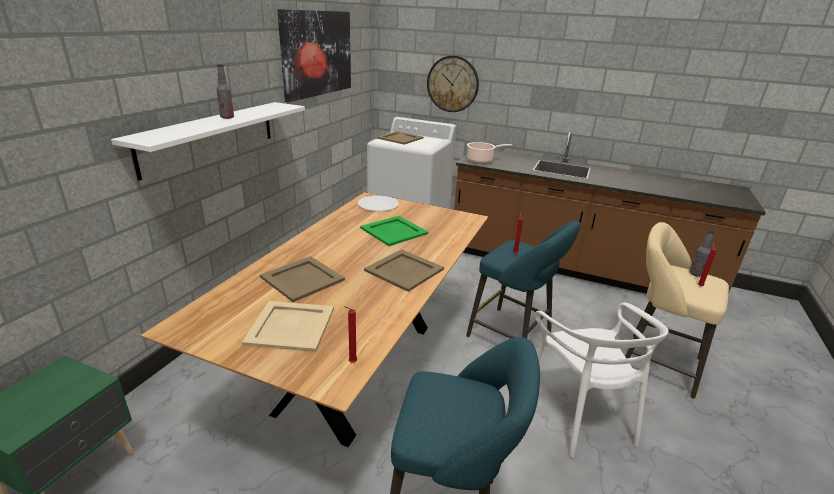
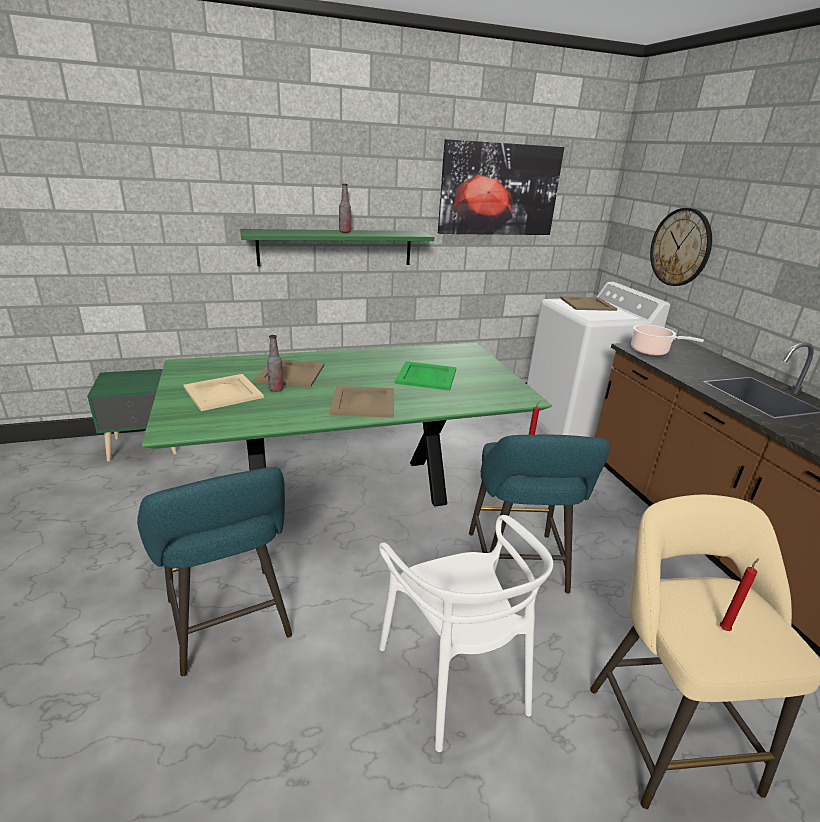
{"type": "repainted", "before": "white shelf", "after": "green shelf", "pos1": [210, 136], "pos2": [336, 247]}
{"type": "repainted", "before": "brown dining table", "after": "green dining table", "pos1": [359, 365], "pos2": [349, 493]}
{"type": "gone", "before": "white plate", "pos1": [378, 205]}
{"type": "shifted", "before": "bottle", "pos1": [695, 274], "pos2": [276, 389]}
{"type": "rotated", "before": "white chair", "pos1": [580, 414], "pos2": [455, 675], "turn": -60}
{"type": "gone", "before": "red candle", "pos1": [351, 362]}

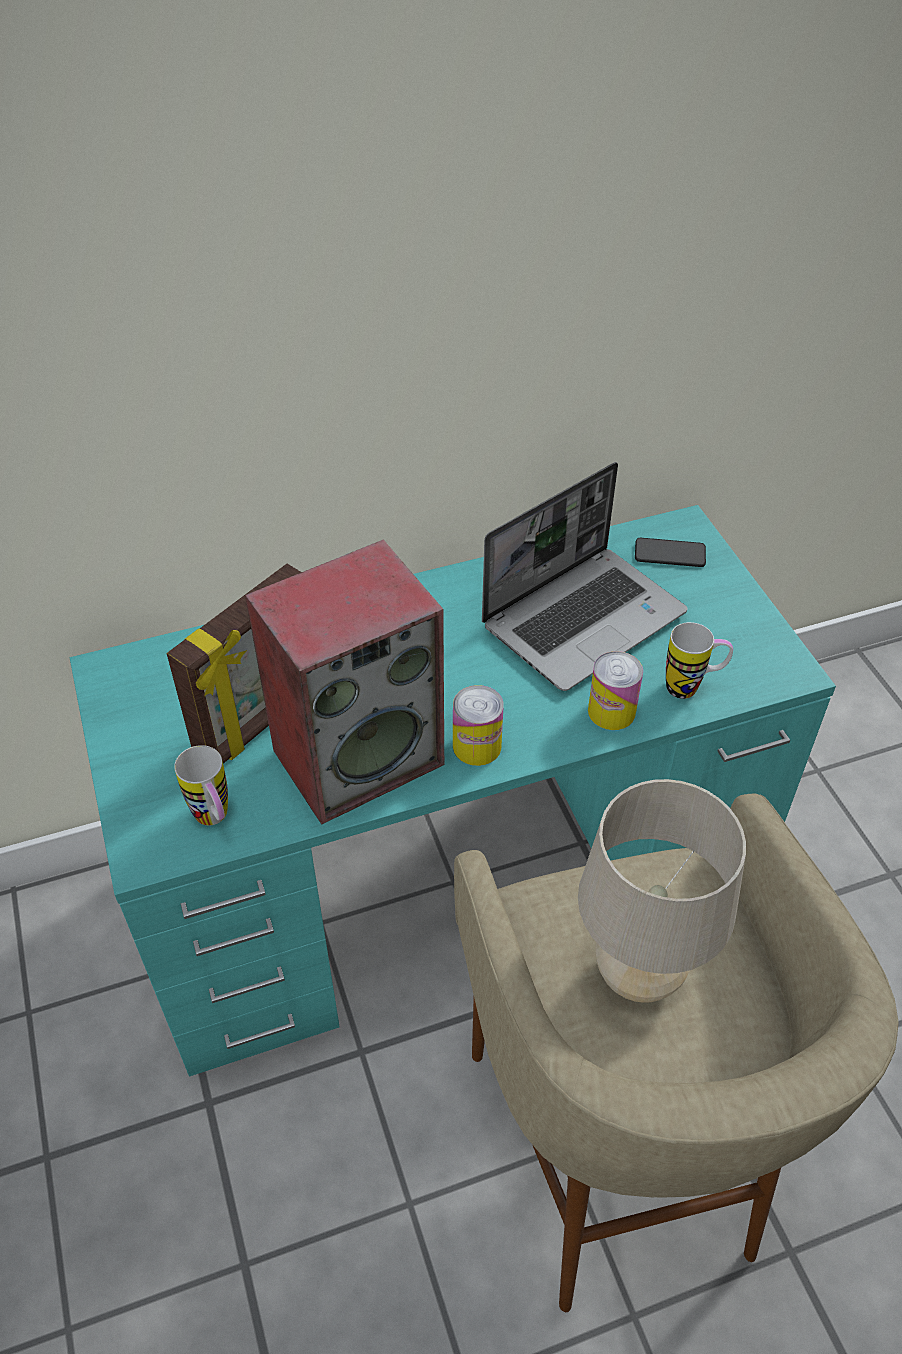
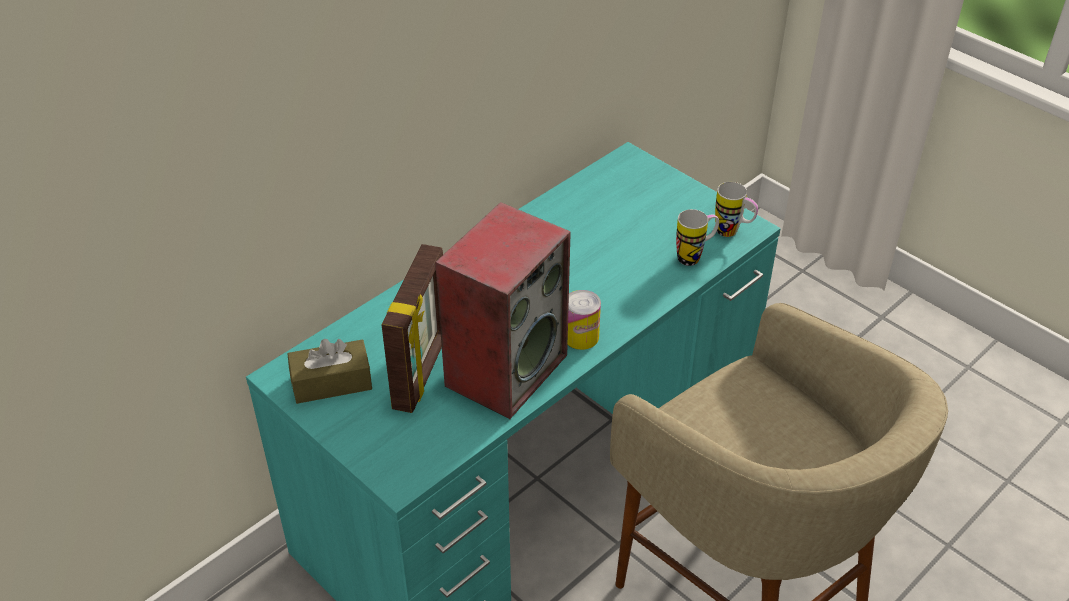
{"type": "gone", "before": "laptop", "pos1": [584, 618]}
{"type": "gone", "before": "phone", "pos1": [670, 554]}
{"type": "gone", "before": "can", "pos1": [611, 711]}
{"type": "shifted", "before": "mug", "pos1": [215, 820], "pos2": [733, 233]}
{"type": "gone", "before": "beige table lamp", "pos1": [638, 973]}
{"type": "new", "after": "brown tissue box", "pos2": [331, 382]}

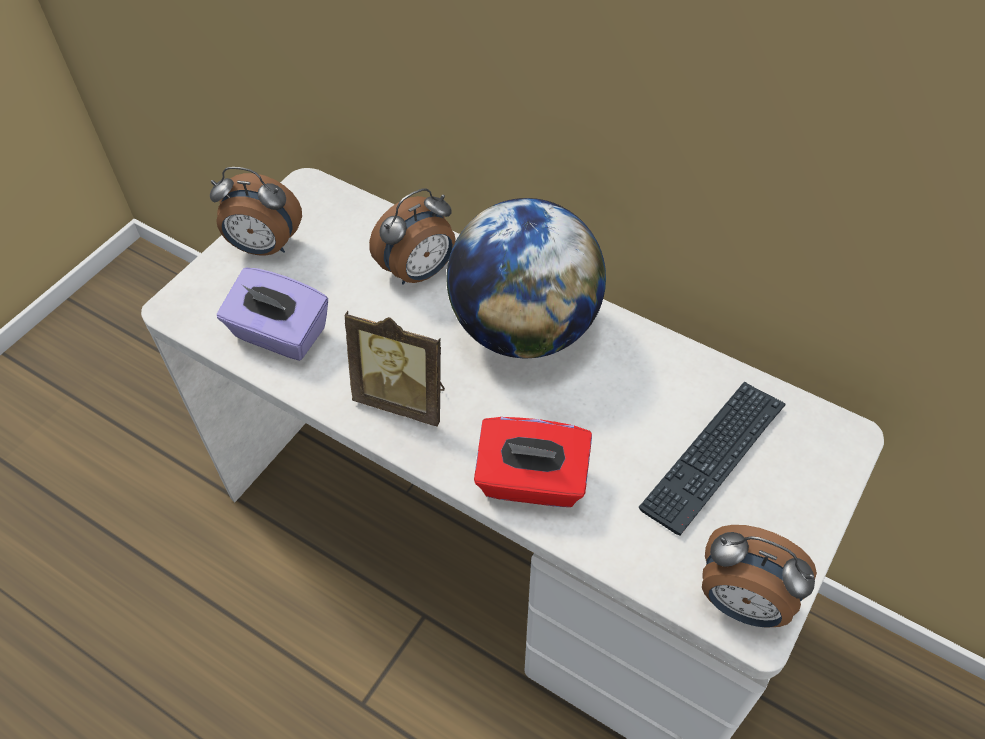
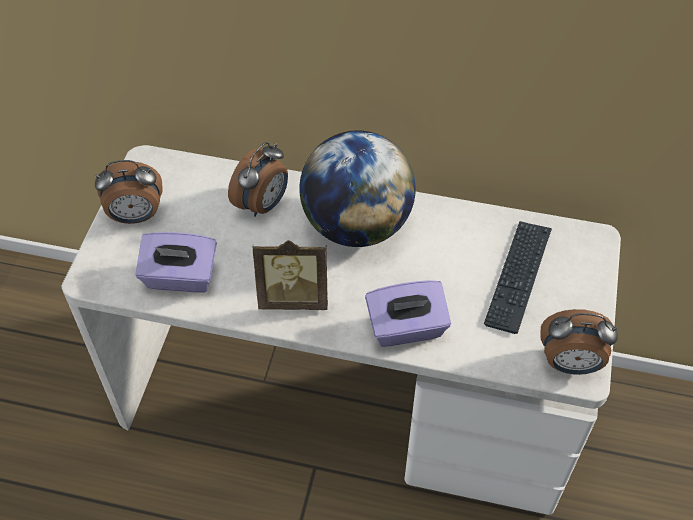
{"type": "repainted", "before": "red tissue box", "after": "purple tissue box", "pos1": [531, 482], "pos2": [406, 328]}

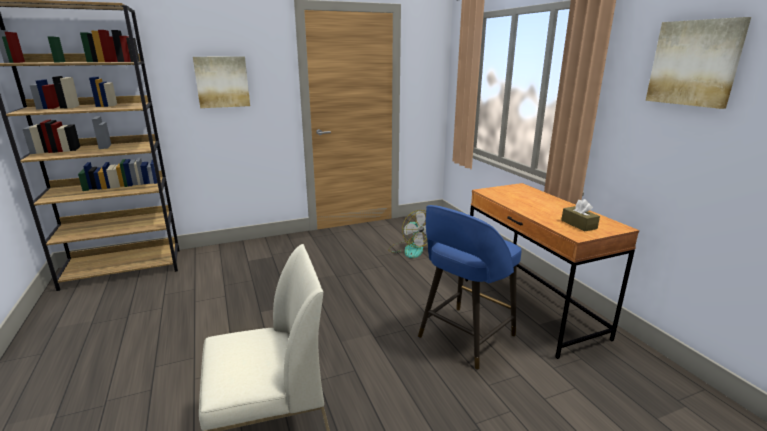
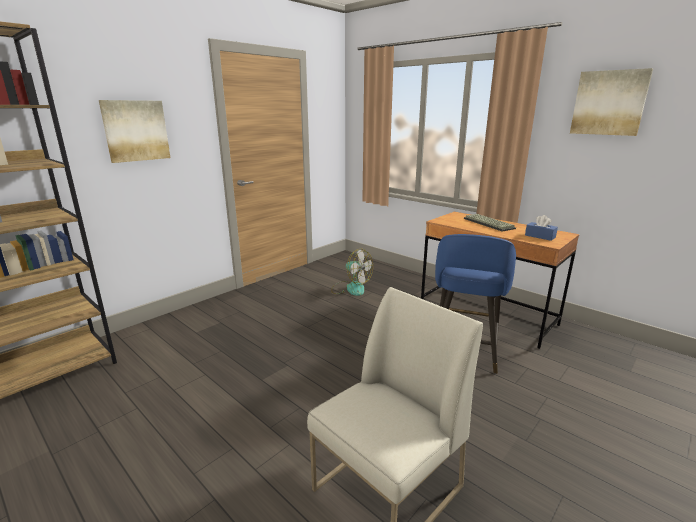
{"type": "repainted", "before": "brown tissue box", "after": "blue tissue box", "pos1": [578, 224], "pos2": [540, 236]}
{"type": "new", "after": "keyboard", "pos2": [489, 223]}

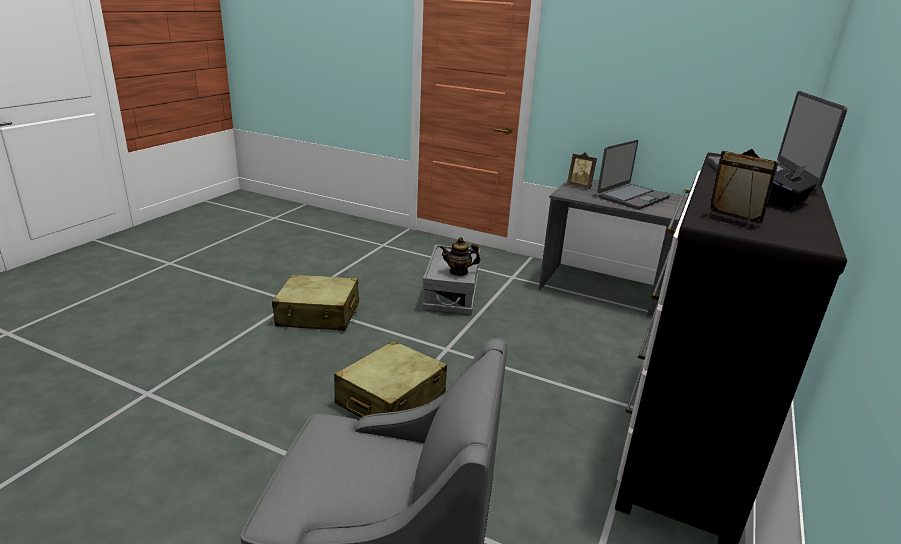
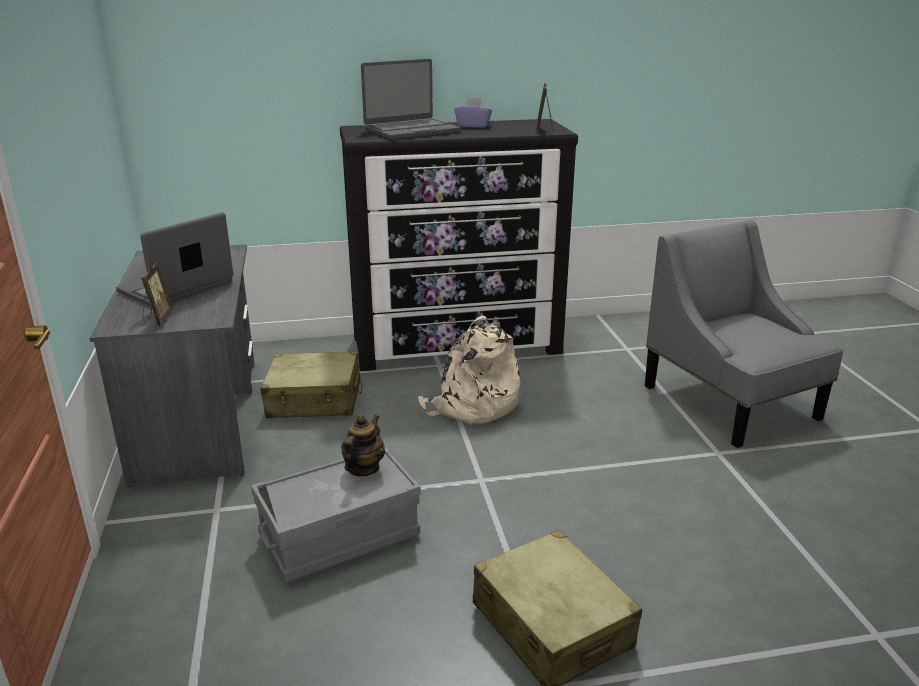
{"type": "rotated", "before": "laptop", "pos1": [632, 197], "pos2": [177, 287], "turn": -60}
{"type": "repainted", "before": "black tissue box", "after": "purple tissue box", "pos1": [785, 203], "pos2": [473, 126]}
{"type": "rotated", "before": "teapot", "pos1": [458, 272], "pos2": [363, 469], "turn": -120}
{"type": "shifted", "before": "beige suitcase", "pos1": [390, 399], "pos2": [314, 400]}
{"type": "new", "after": "beige backpack", "pos2": [472, 406]}

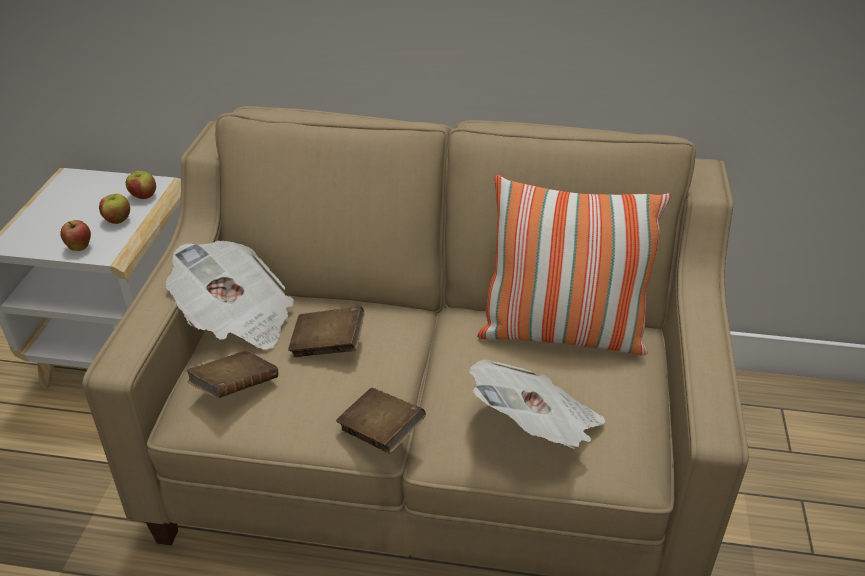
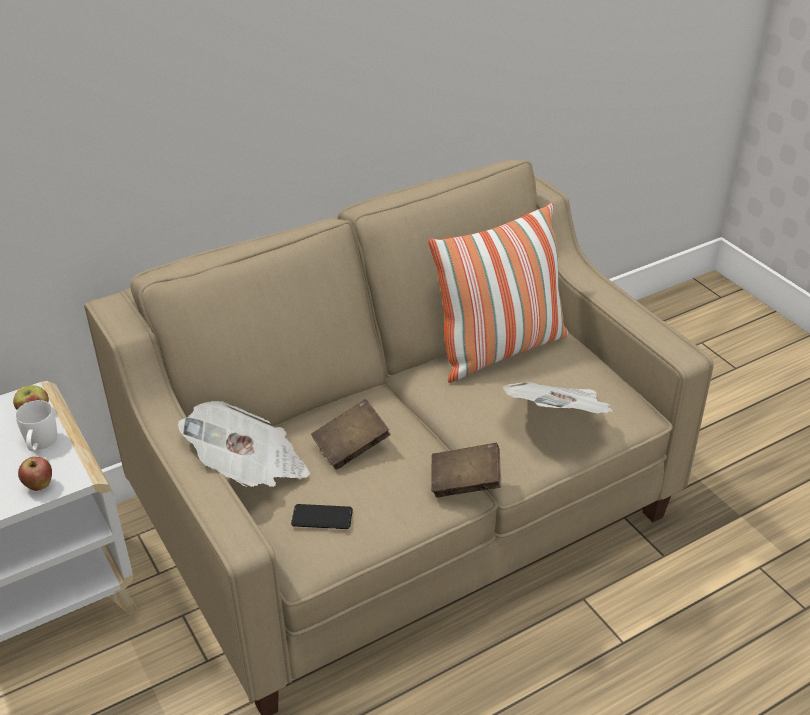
{"type": "swapped", "before": "apple", "after": "white mug", "pos1": [117, 220], "pos2": [40, 444]}
{"type": "swapped", "before": "brown book", "after": "phone", "pos1": [235, 389], "pos2": [322, 517]}

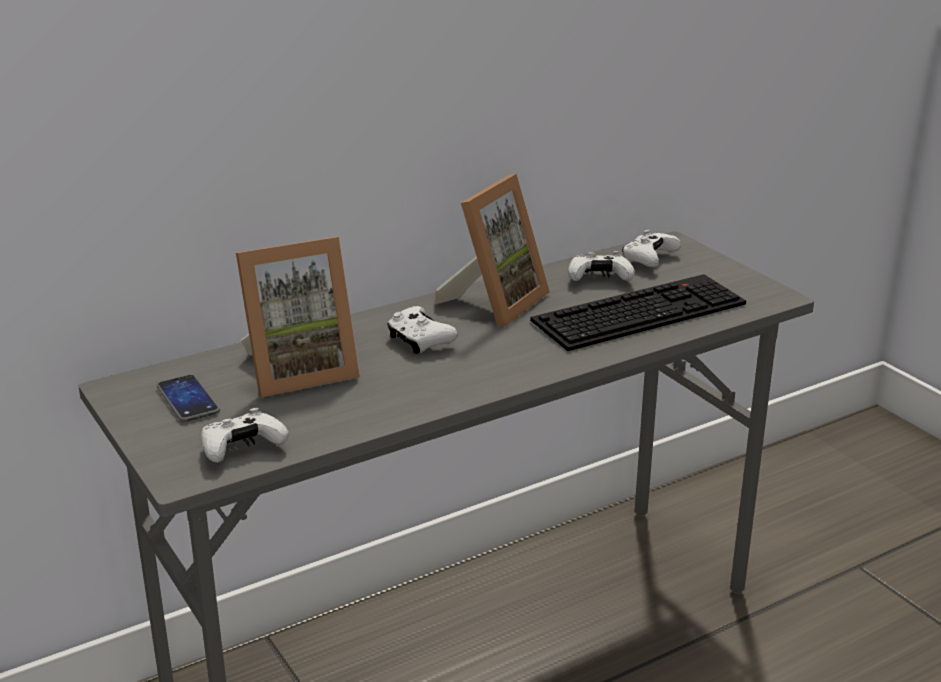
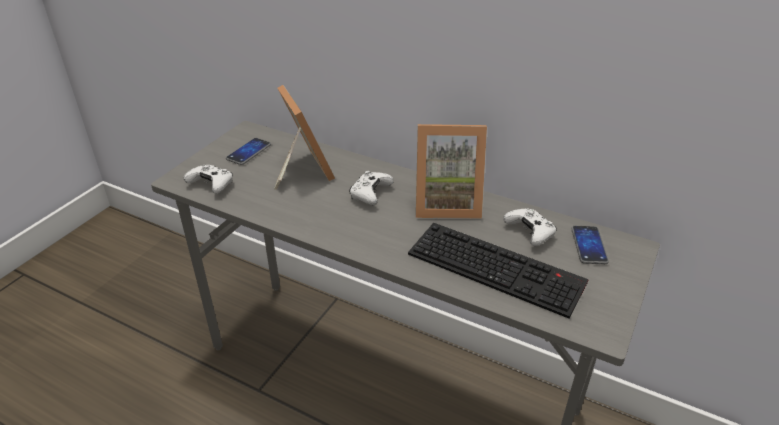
{"type": "swapped", "before": "white game controller", "after": "phone", "pos1": [648, 260], "pos2": [589, 245]}
{"type": "rotated", "before": "picture frame", "pos1": [298, 371], "pos2": [301, 170], "turn": -150}

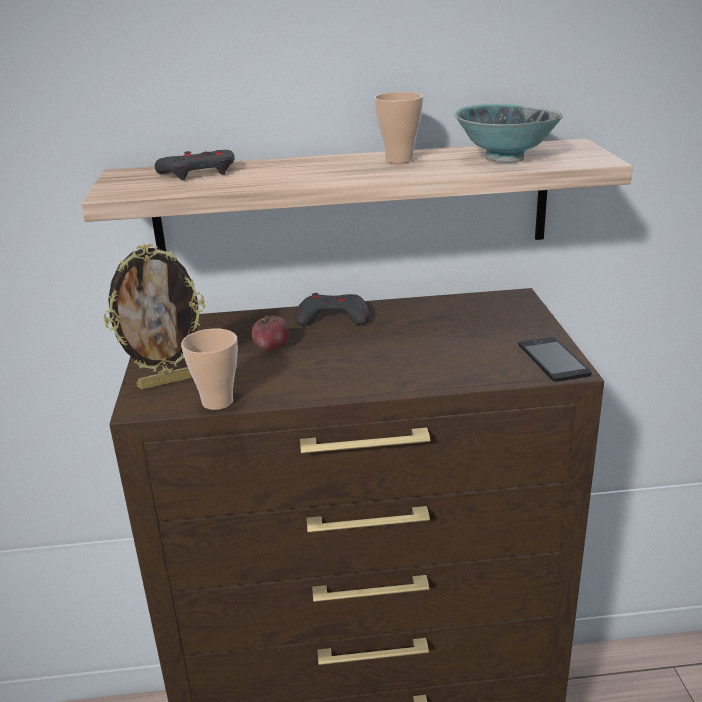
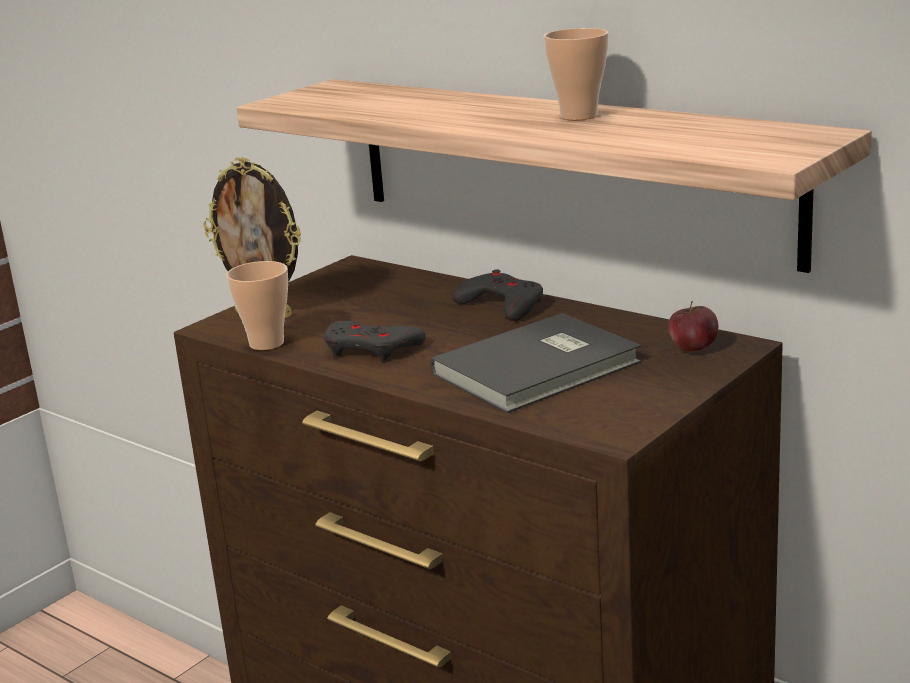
{"type": "gone", "before": "bowl", "pos1": [504, 159]}
{"type": "shifted", "before": "grey game controller", "pos1": [199, 173], "pos2": [371, 349]}
{"type": "shifted", "before": "apple", "pos1": [271, 347], "pos2": [693, 348]}
{"type": "gone", "before": "phone", "pos1": [553, 360]}
{"type": "new", "after": "grey book", "pos2": [541, 368]}

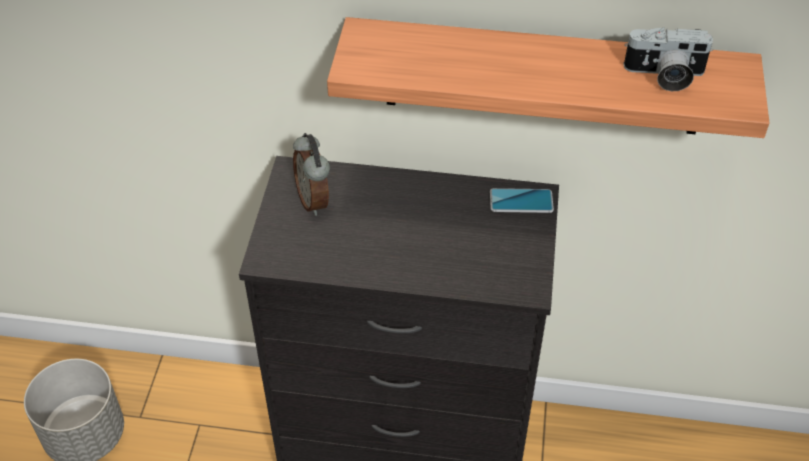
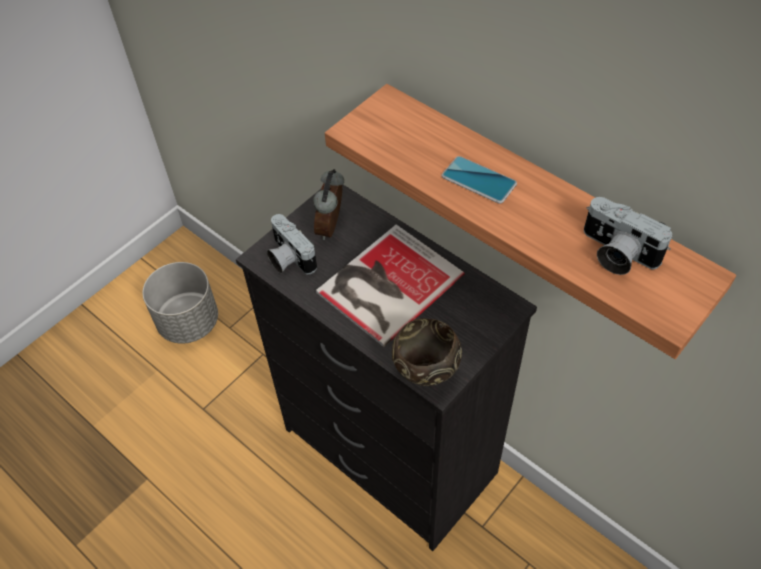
{"type": "shifted", "before": "phone", "pos1": [521, 201], "pos2": [478, 180]}
{"type": "new", "after": "photo camera", "pos2": [288, 258]}
{"type": "new", "after": "book", "pos2": [385, 284]}
{"type": "new", "after": "brown bowl", "pos2": [424, 373]}

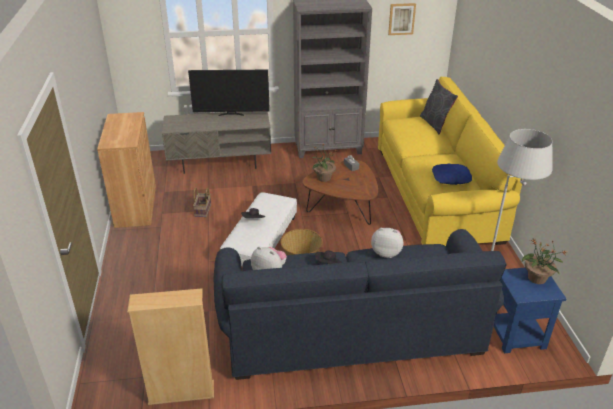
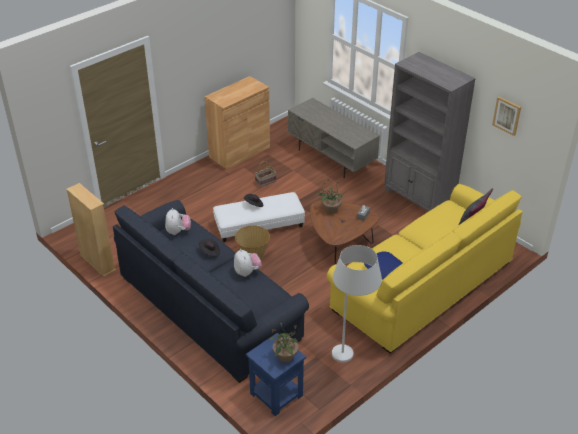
{"type": "gone", "before": "television", "pos1": [231, 114]}

